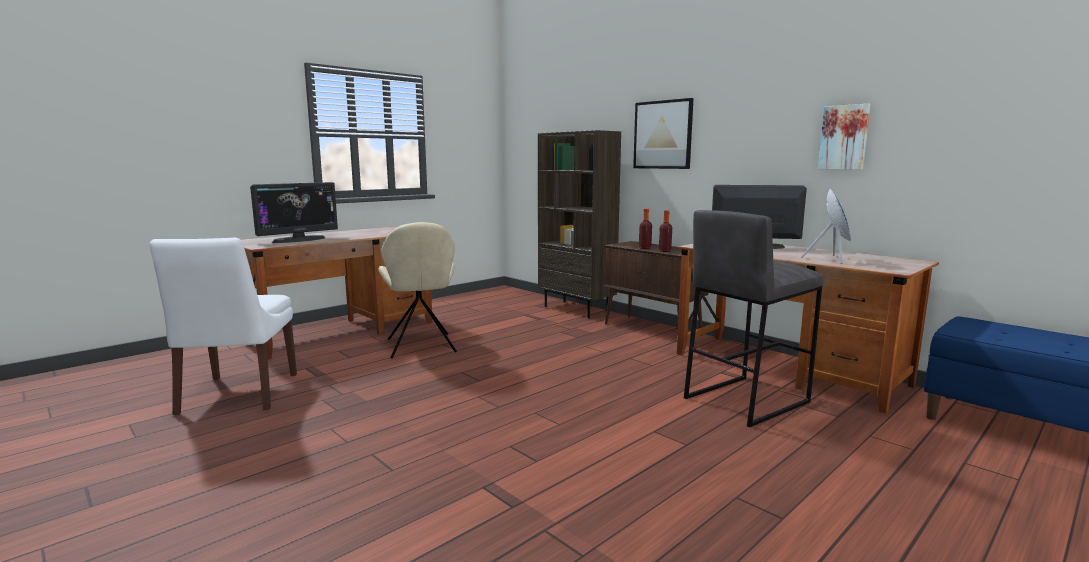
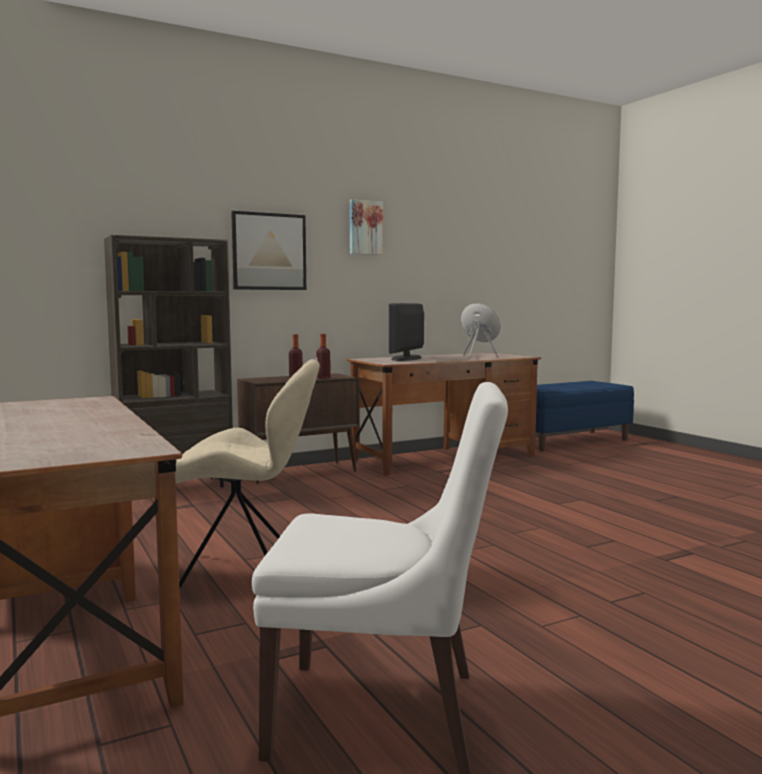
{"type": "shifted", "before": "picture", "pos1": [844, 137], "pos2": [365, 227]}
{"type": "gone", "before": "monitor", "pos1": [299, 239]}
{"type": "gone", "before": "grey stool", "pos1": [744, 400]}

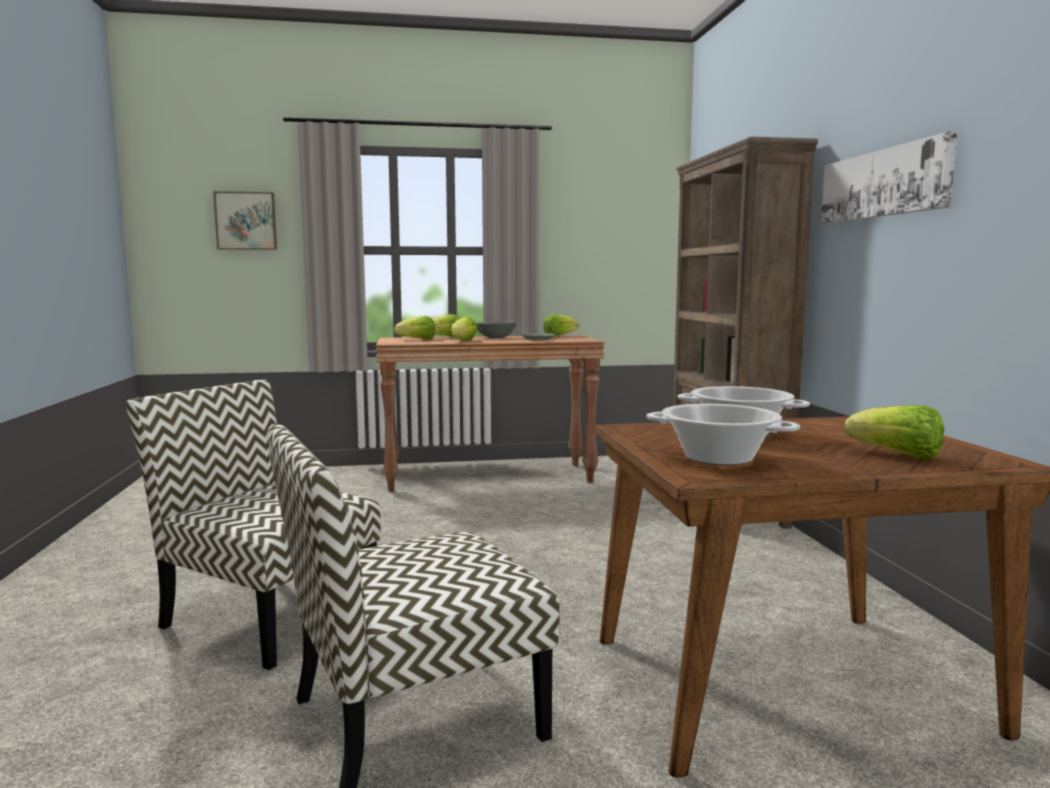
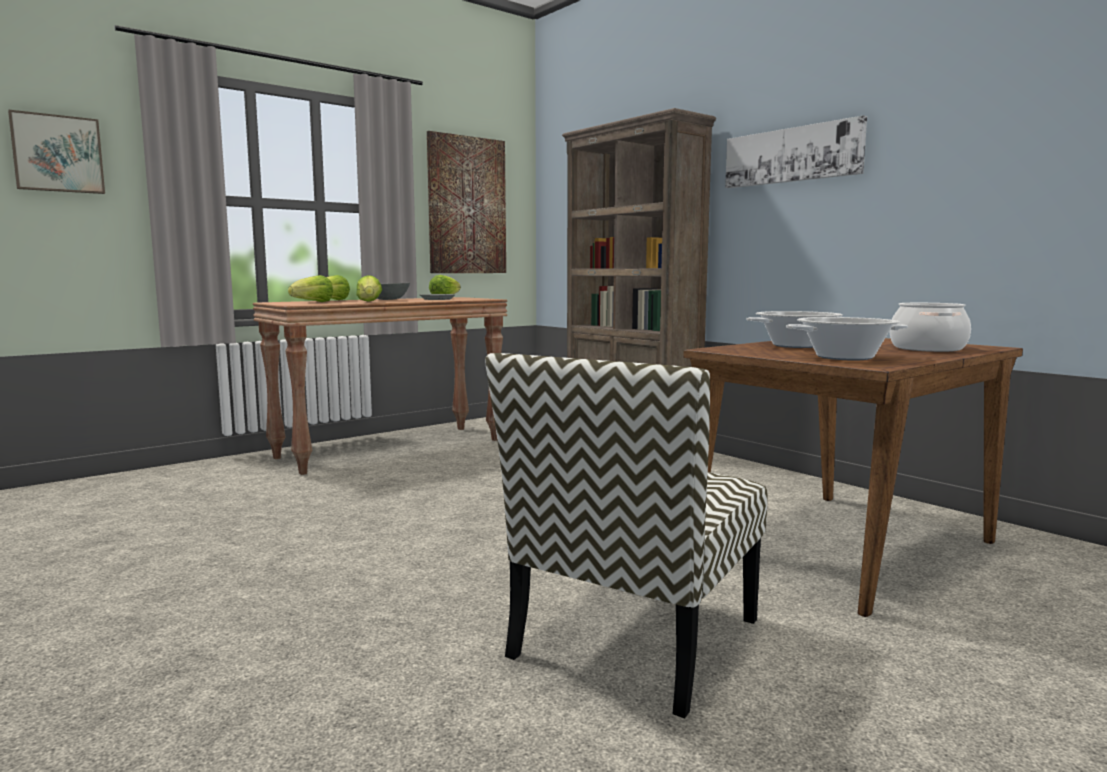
{"type": "gone", "before": "chair", "pos1": [268, 616]}
{"type": "swapped", "before": "lettuce", "after": "cooking pot", "pos1": [897, 455], "pos2": [928, 348]}
{"type": "new", "after": "picture", "pos2": [467, 205]}

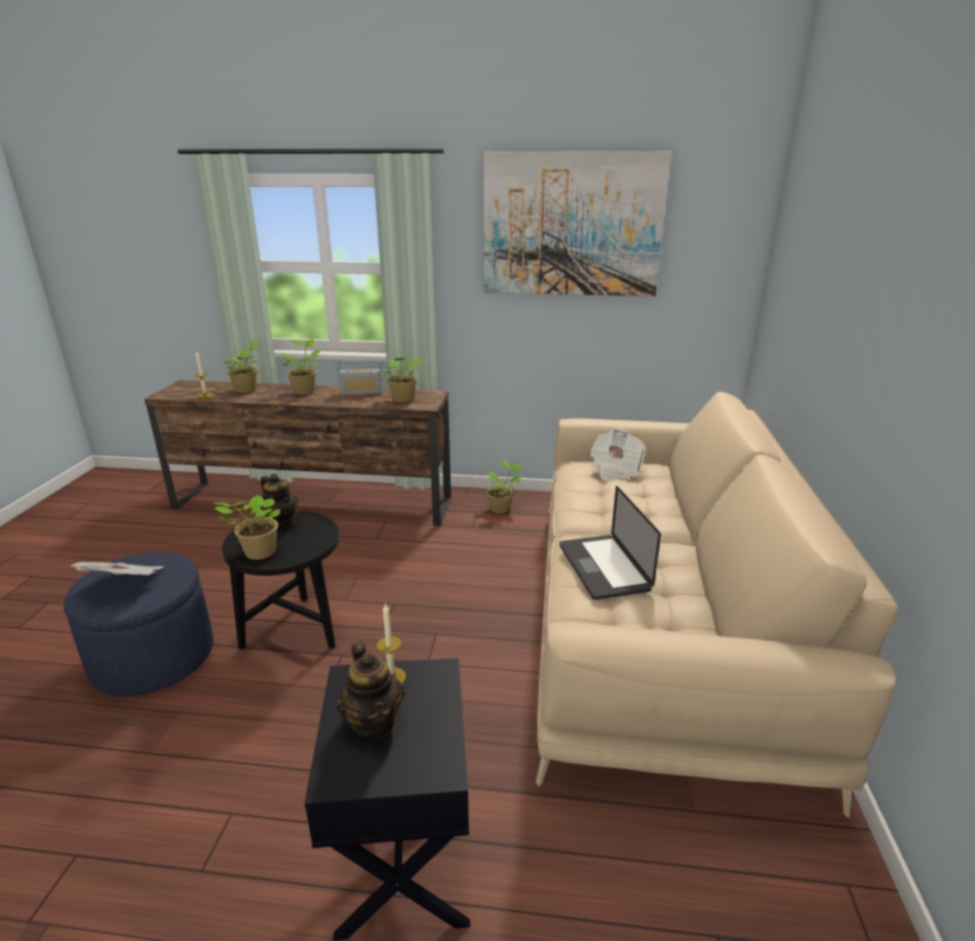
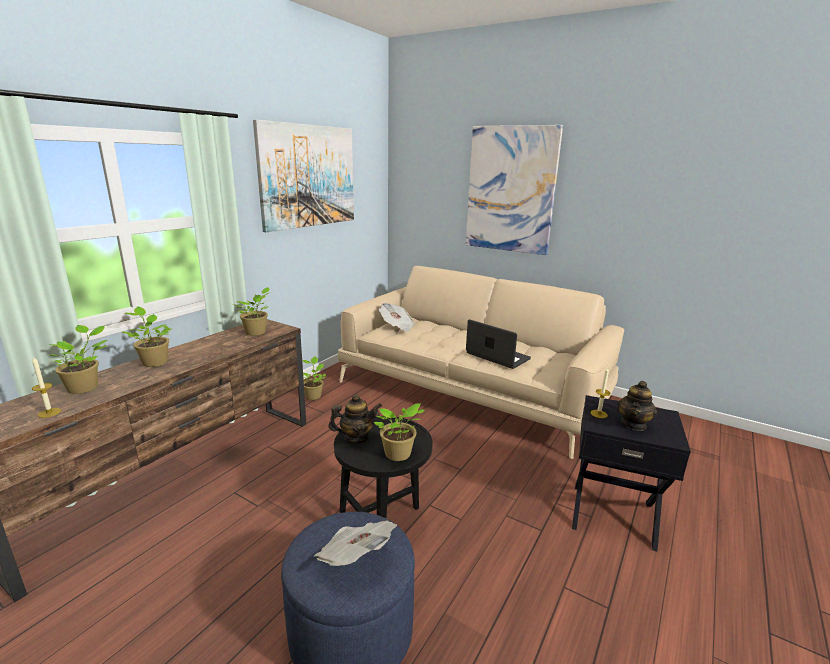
{"type": "gone", "before": "radio", "pos1": [361, 392]}
{"type": "rotated", "before": "laptop", "pos1": [603, 567], "pos2": [497, 356], "turn": -150}
{"type": "rotated", "before": "teapot", "pos1": [374, 722], "pos2": [633, 424], "turn": 120}
{"type": "new", "after": "picture", "pos2": [510, 190]}

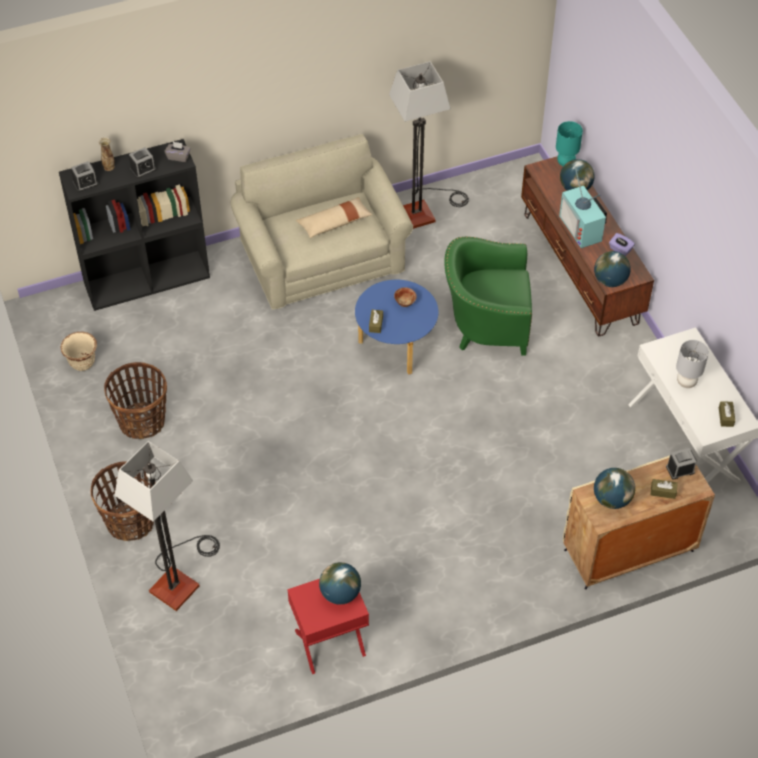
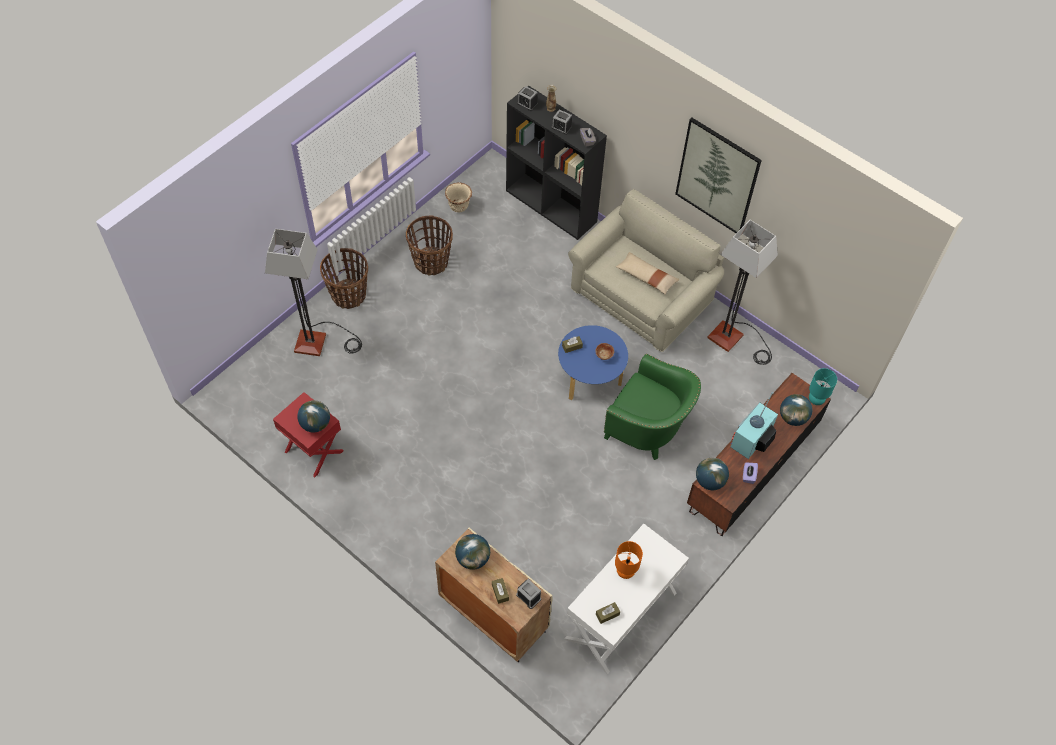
{"type": "rotated", "before": "green armchair", "pos1": [486, 325], "pos2": [648, 429], "turn": 150}
{"type": "repainted", "before": "grey table lamp", "after": "orange table lamp", "pos1": [686, 382], "pos2": [625, 571]}
{"type": "new", "after": "picture", "pos2": [717, 177]}

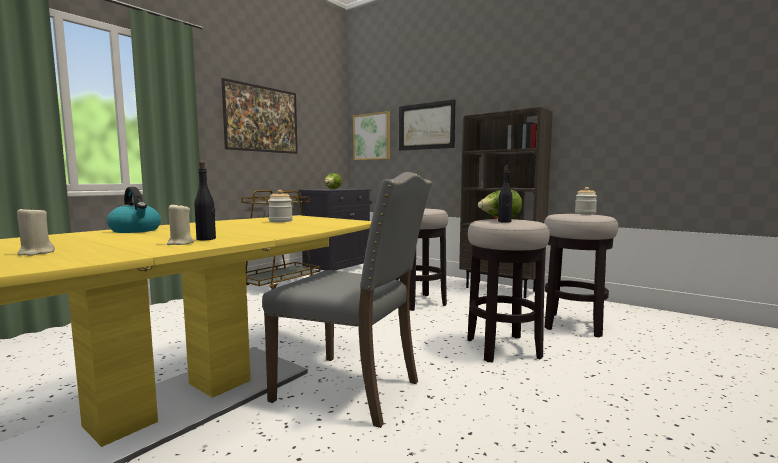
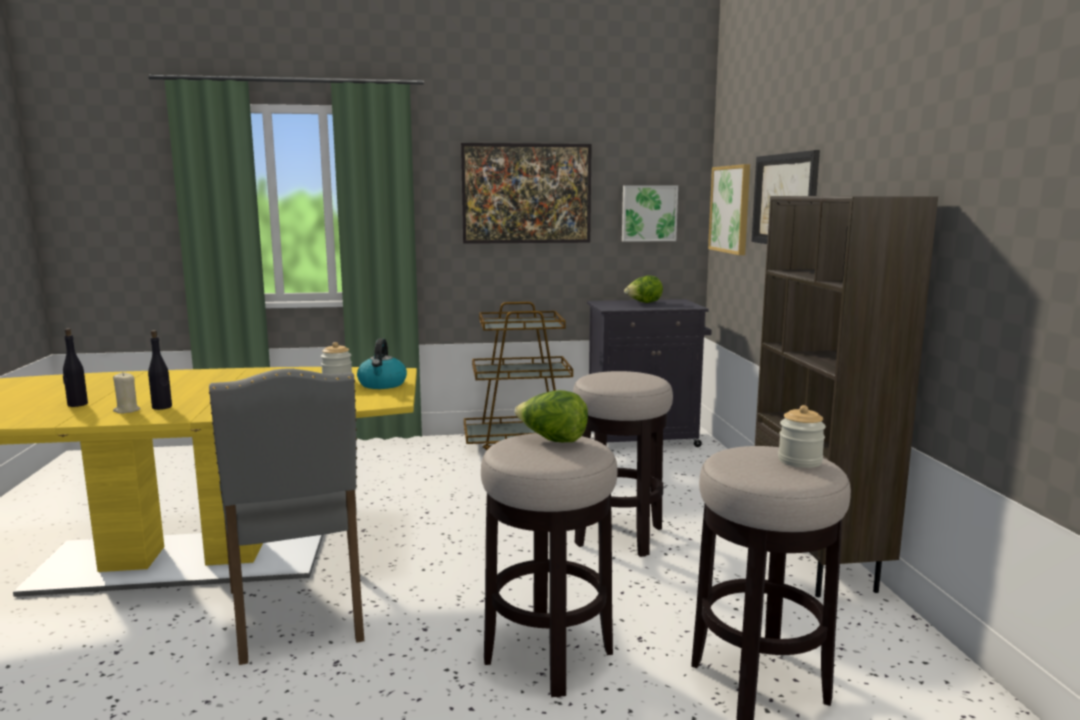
{"type": "shifted", "before": "black bottle", "pos1": [504, 221], "pos2": [77, 404]}
{"type": "shifted", "before": "kettle", "pos1": [136, 230], "pos2": [382, 384]}
{"type": "gone", "before": "beige candle", "pos1": [36, 253]}
{"type": "new", "after": "picture", "pos2": [648, 213]}

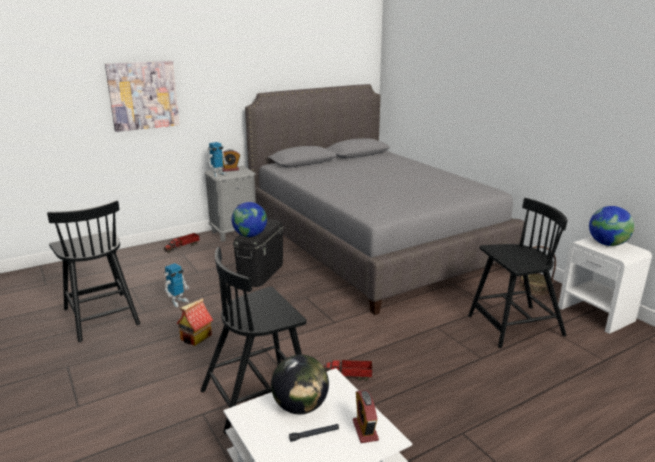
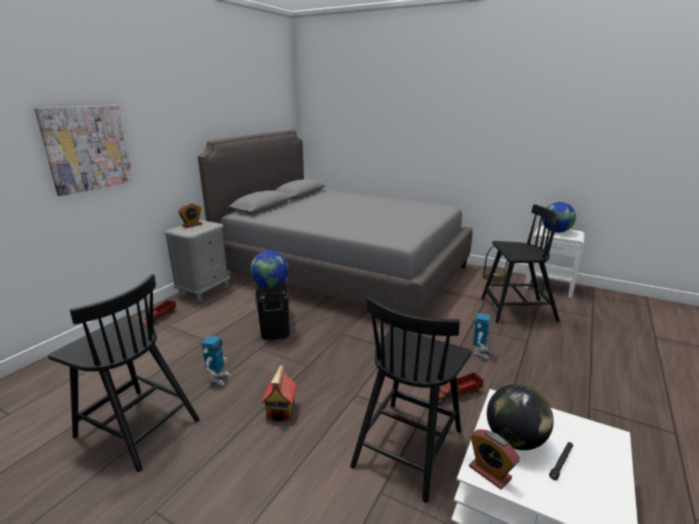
{"type": "shifted", "before": "toy robot", "pos1": [218, 174], "pos2": [480, 353]}
{"type": "rotated", "before": "black chair", "pos1": [514, 326], "pos2": [516, 310], "turn": 45}
{"type": "shifted", "before": "alarm clock", "pos1": [365, 430], "pos2": [489, 472]}

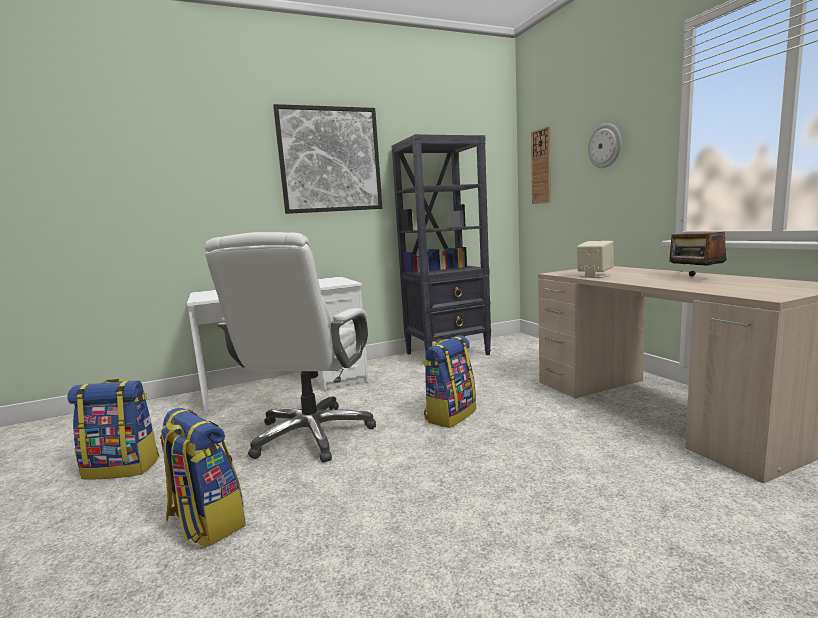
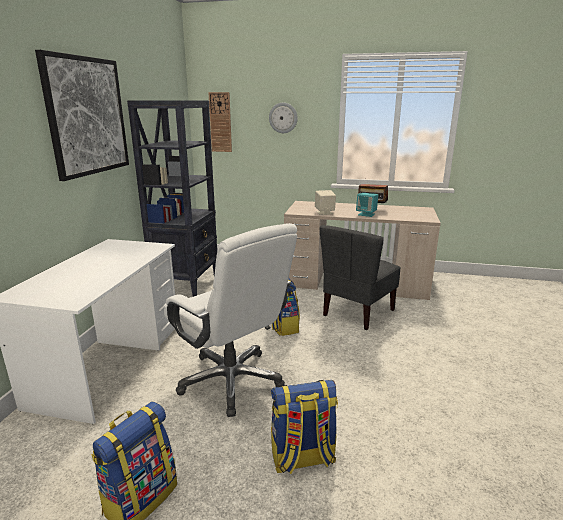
{"type": "new", "after": "turquoise speaker", "pos2": [366, 214]}
{"type": "new", "after": "grey chair", "pos2": [357, 313]}

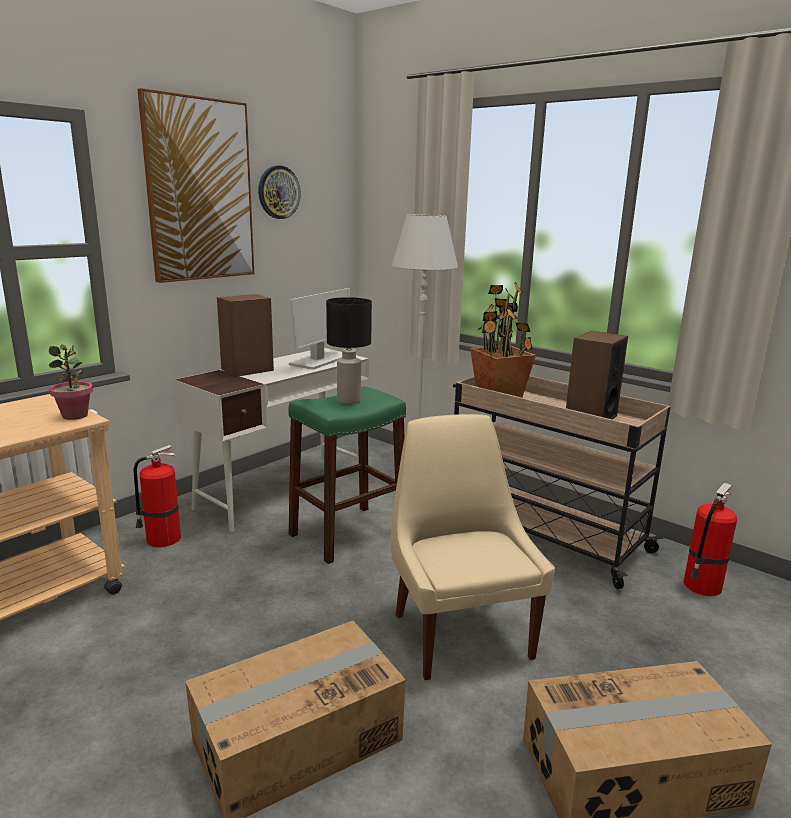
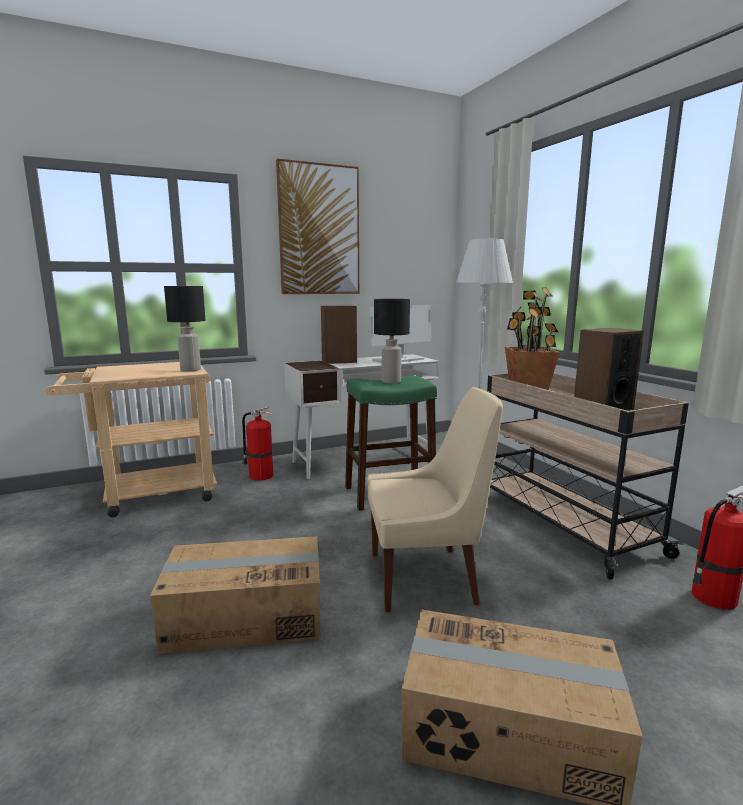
{"type": "gone", "before": "wall clock", "pos1": [278, 192]}
{"type": "swapped", "before": "potted plant", "after": "black table lamp", "pos1": [75, 416], "pos2": [191, 370]}
{"type": "rotated", "before": "beige chair", "pos1": [459, 632], "pos2": [427, 577], "turn": 75}

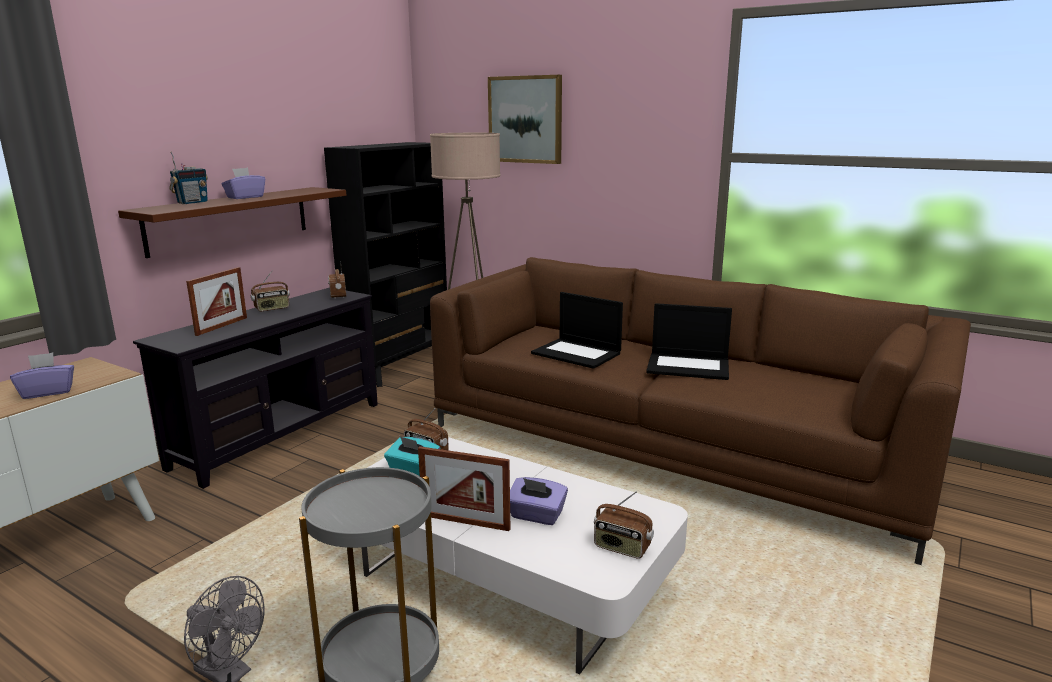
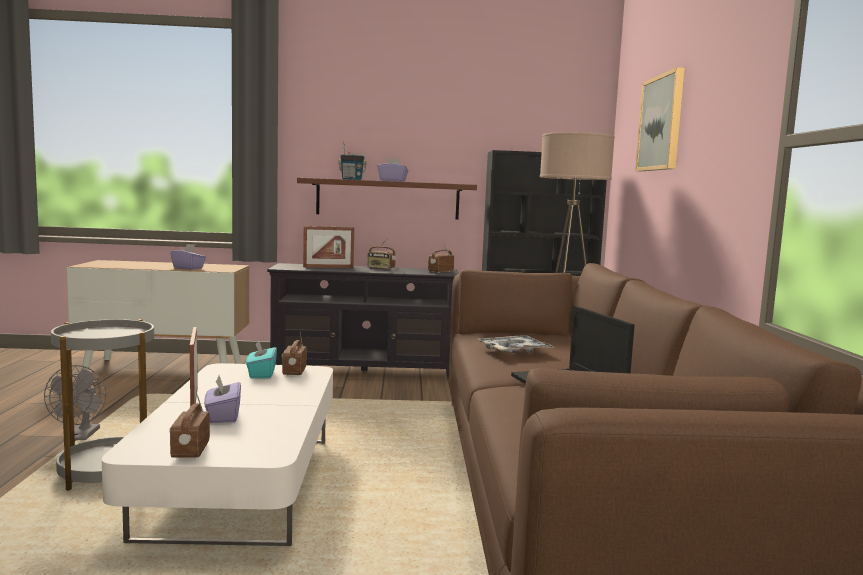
{"type": "swapped", "before": "laptop", "after": "tray", "pos1": [577, 353], "pos2": [514, 351]}

